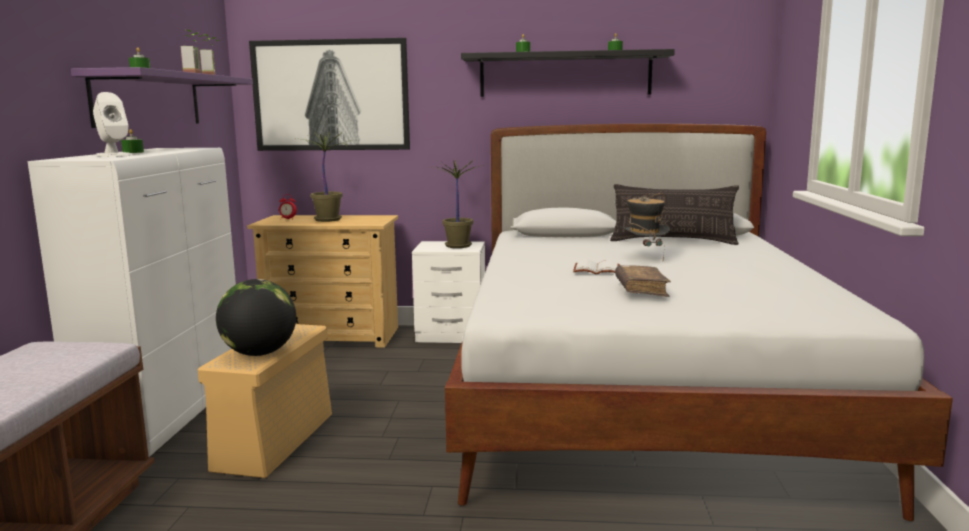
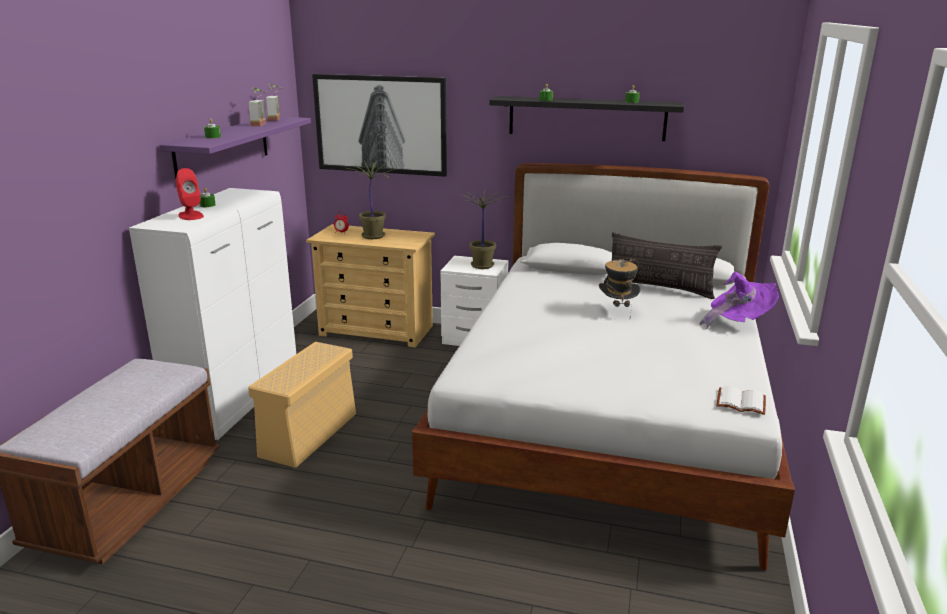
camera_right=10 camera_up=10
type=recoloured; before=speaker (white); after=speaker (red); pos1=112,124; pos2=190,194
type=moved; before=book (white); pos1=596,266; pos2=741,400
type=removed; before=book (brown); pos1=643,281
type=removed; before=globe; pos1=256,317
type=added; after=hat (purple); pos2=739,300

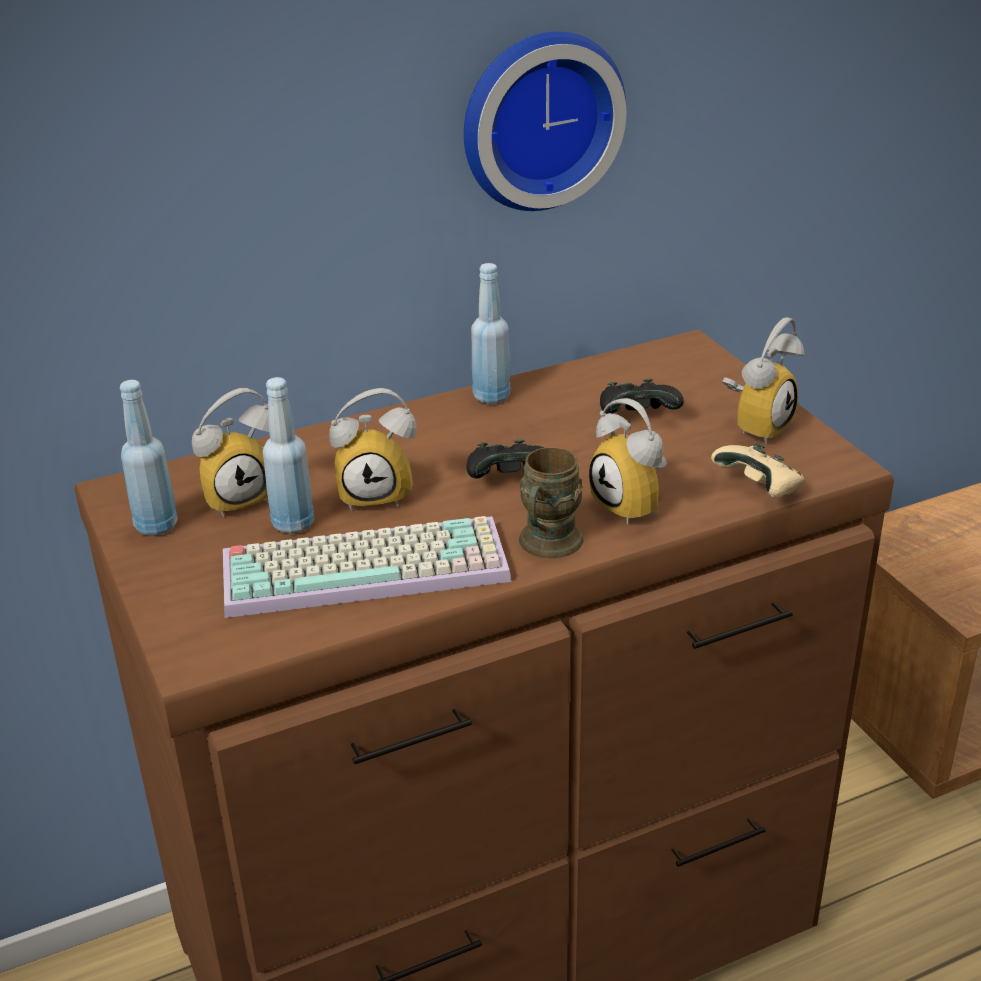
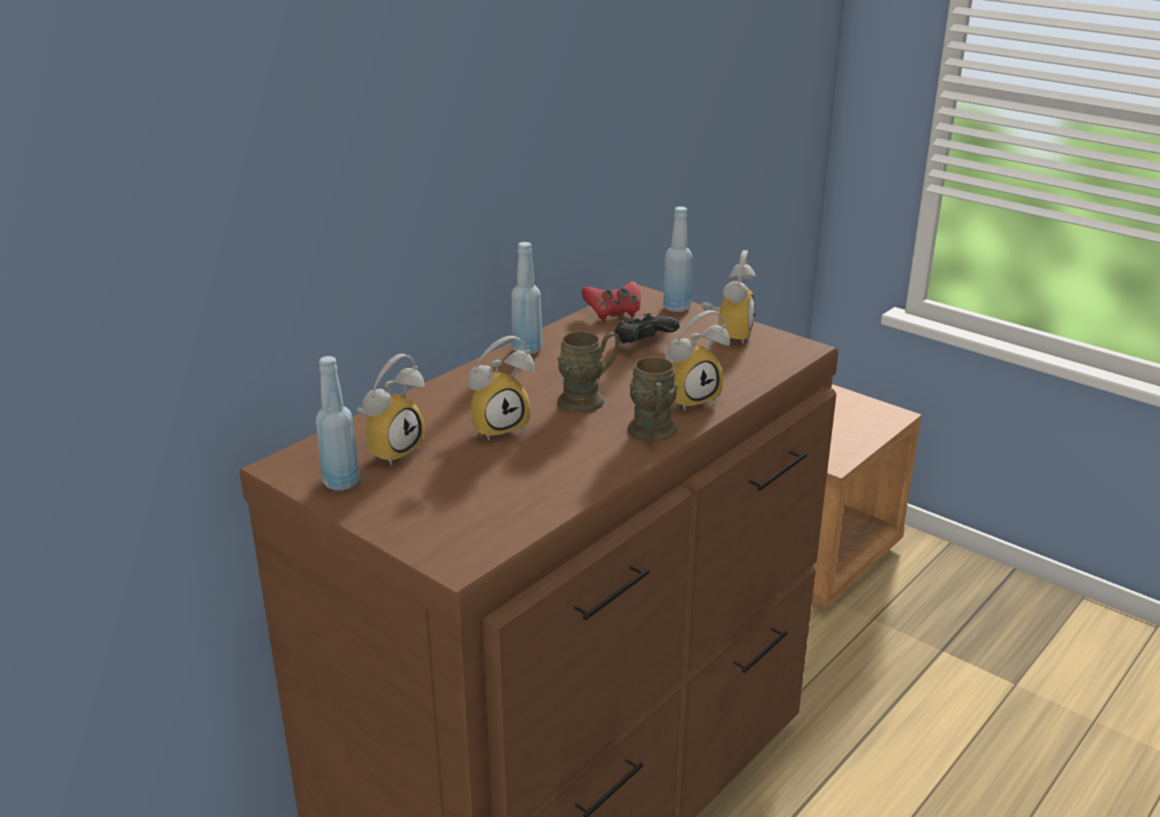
camera_right=-25 camera_up=-5
type=removed; before=wall clock; pos1=545,121
type=moved; before=bottle (blue); pos1=288,455; pos2=678,259
type=turned; before=alarm clock; pos1=628,461; pos2=698,360; turn=-60
type=replaced; before=game controller (black); after=mug (brown); pos1=505,459; pos2=588,372
type=removed; before=game controller (beige); pos1=757,470
type=removed; before=keyboard; pos1=367,567
type=added; after=game controller (red); pos2=611,301

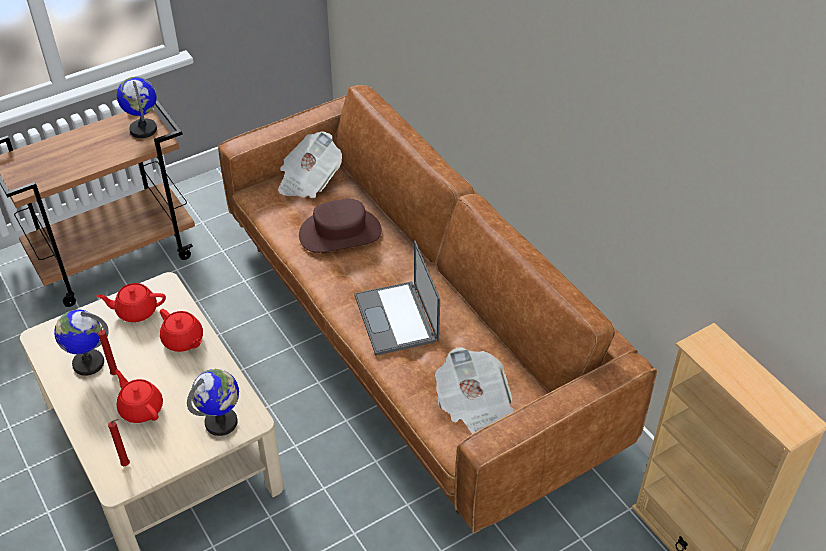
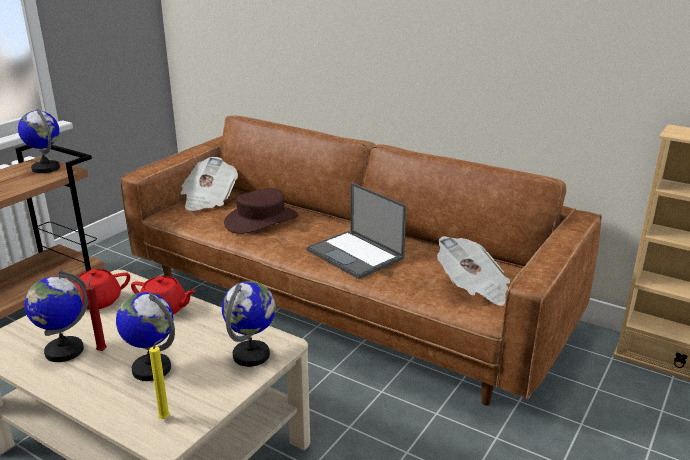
camera_right=-25 camera_up=-20
type=replaced; before=teapot (red); after=globe; pos1=139,396; pos2=145,336
type=recoloured; before=candle (red); after=candle (yellow); pos1=119,442; pos2=159,378

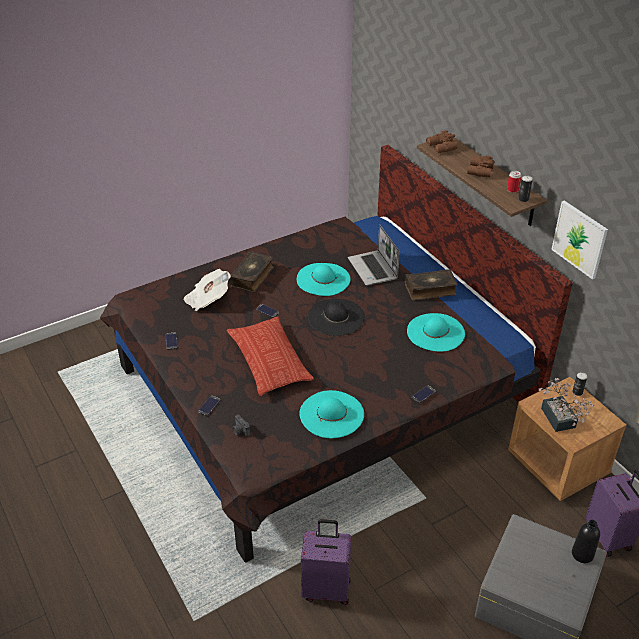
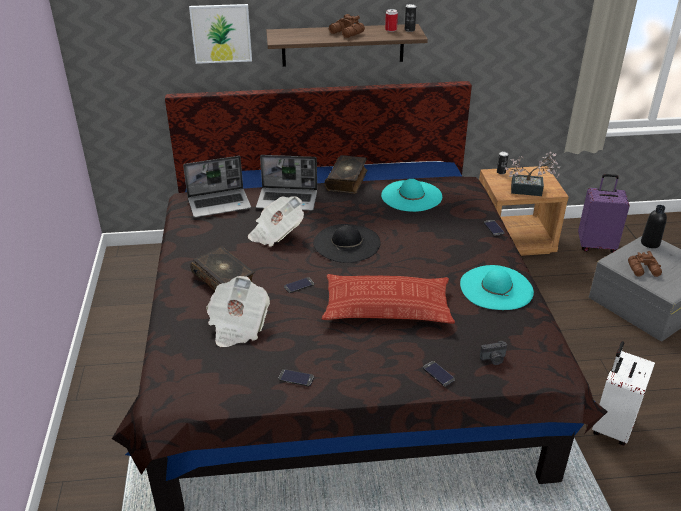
camera_right=-65 camera_up=-5
type=moved; before=binoculars (brown); pos1=442,141; pos2=645,264
type=moved; before=picture; pos1=579,239; pos2=220,34
type=replaced; before=hat (turquoise); after=newspaper; pos1=324,279; pos2=276,221
type=recoloured; before=suitcase (purple); after=suitcase (white); pos1=326,562; pos2=623,393
type=added; after=laptop; pos2=217,187

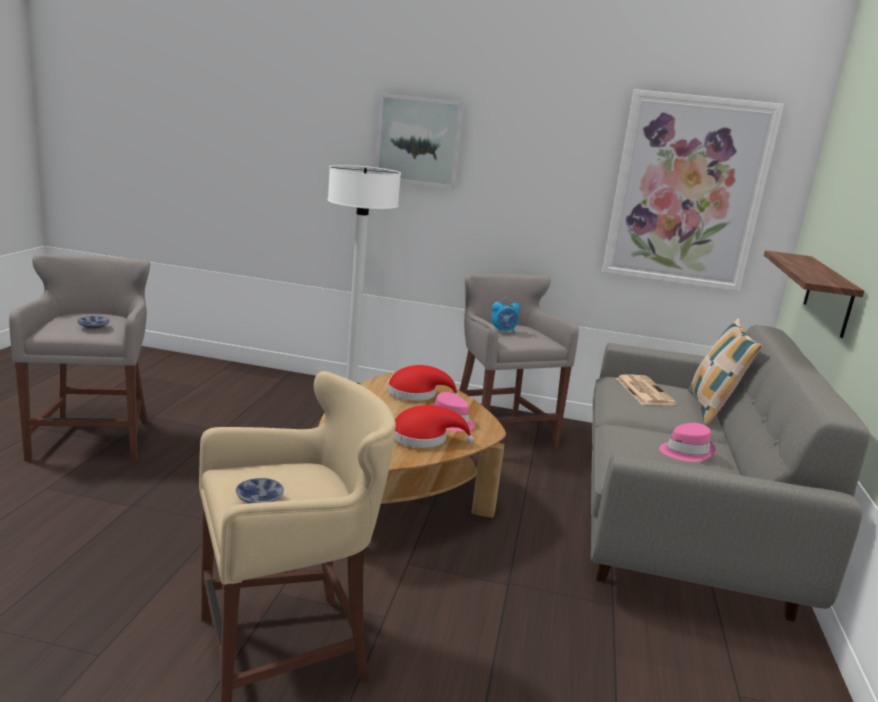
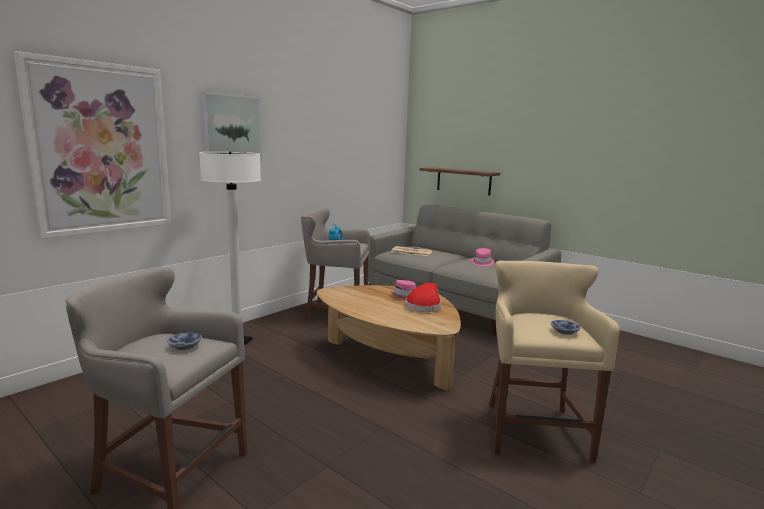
camera_right=-60 camera_up=-5
type=moved; before=picture; pos1=693,190; pos2=92,145
type=removed; before=pillow; pos1=725,371
type=removed; before=hat (red); pos1=423,383

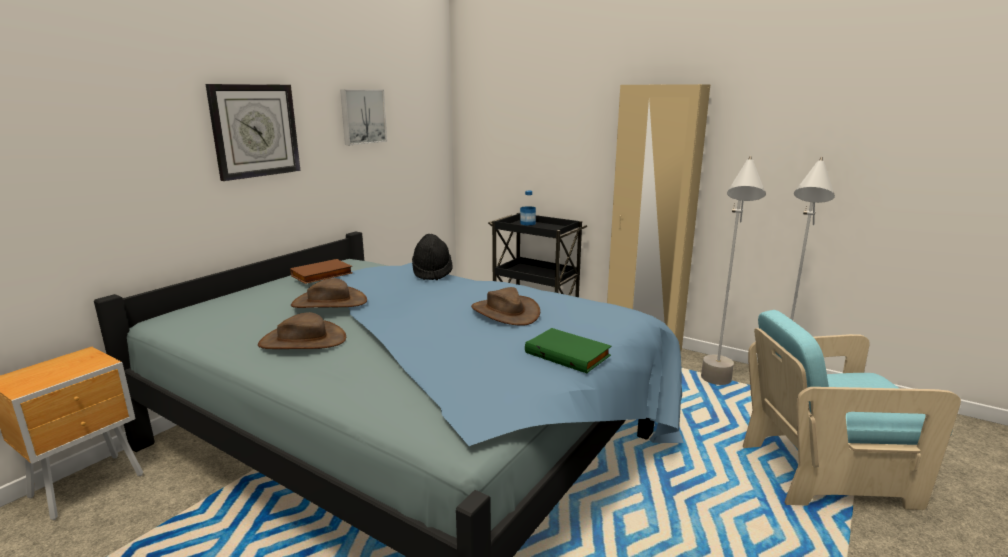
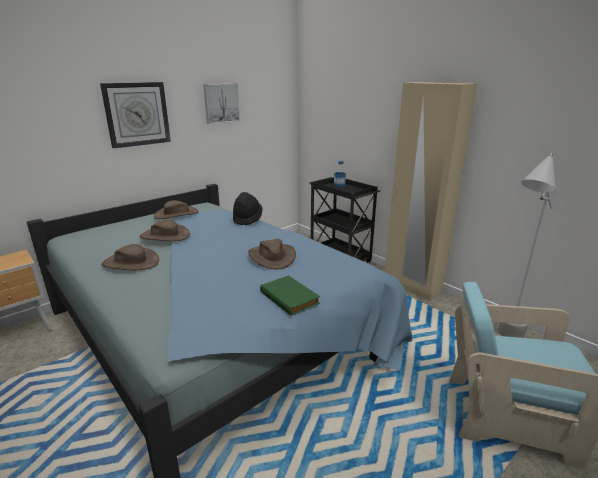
camera_right=15 camera_up=5
type=removed; before=floor lamp (grey); pos1=733,270
type=replaced; before=book (brown); after=hat (brown); pos1=321,271; pos2=176,209

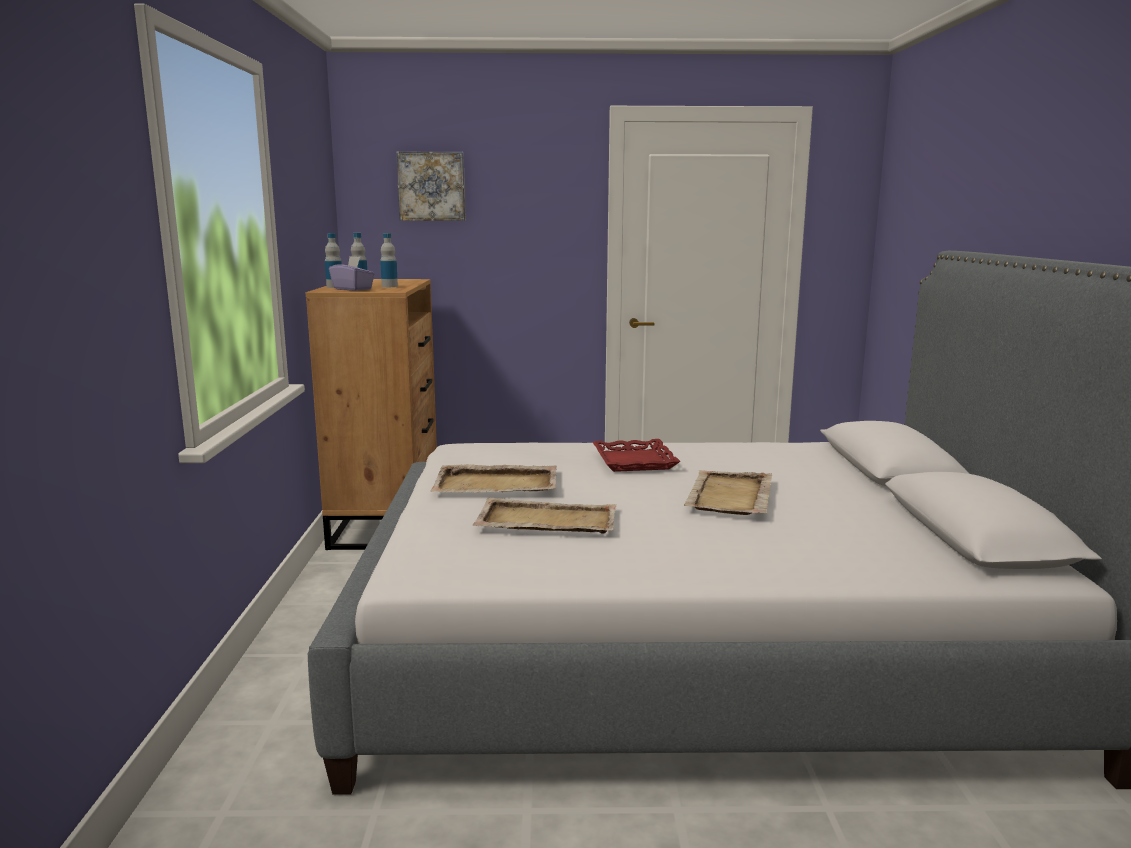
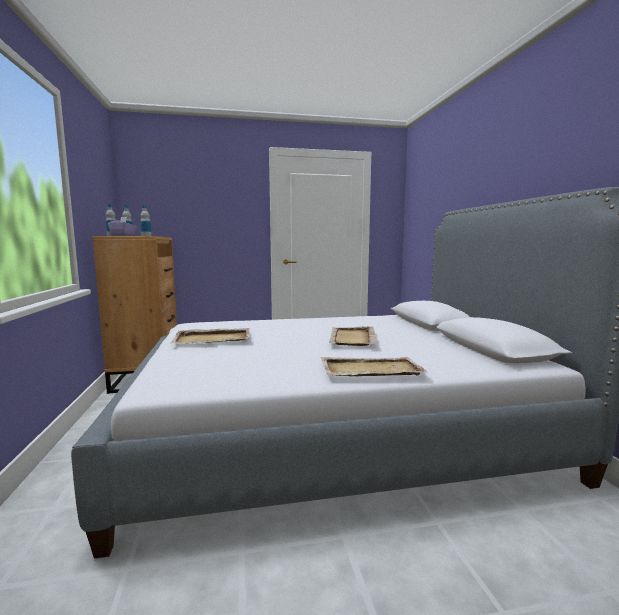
camera_right=-10 camera_up=-5
type=removed; before=picture; pos1=431,186
type=removed; before=tray (red); pos1=637,455
type=moved; before=tray (beige); pos1=544,516; pos2=374,366

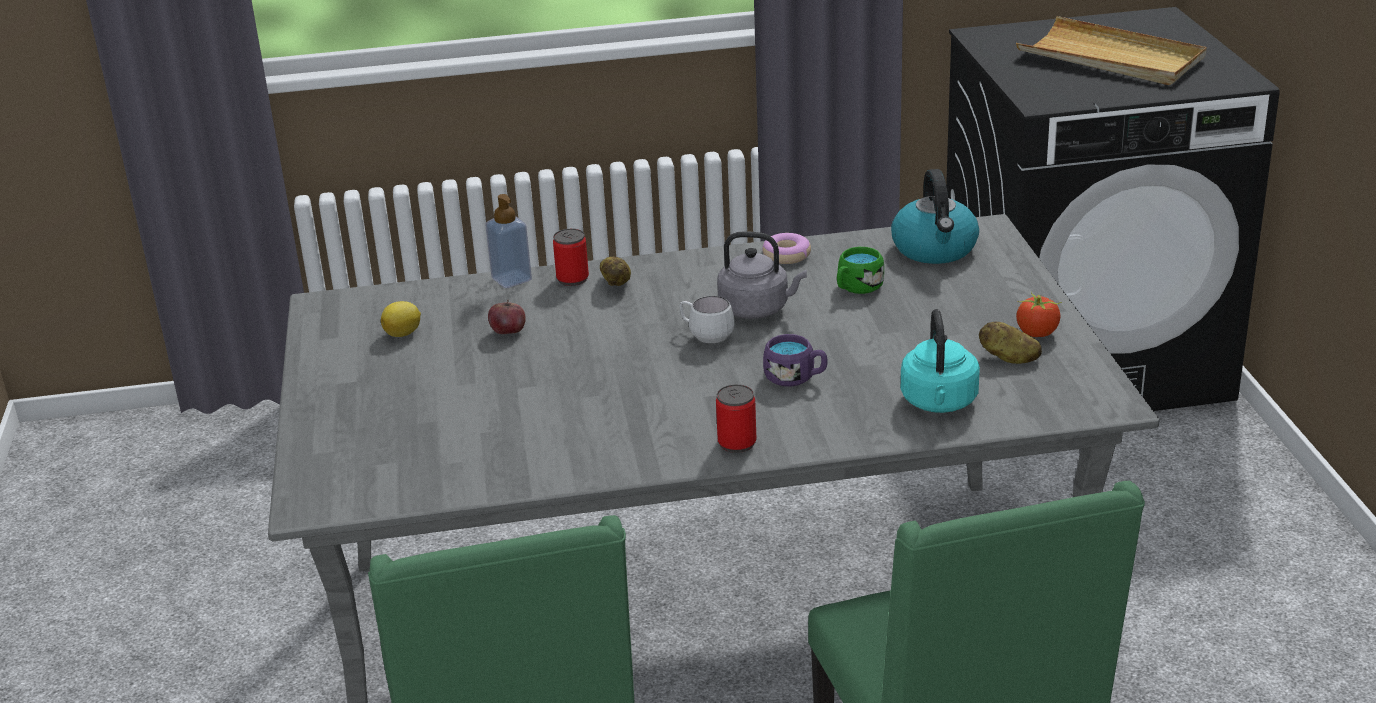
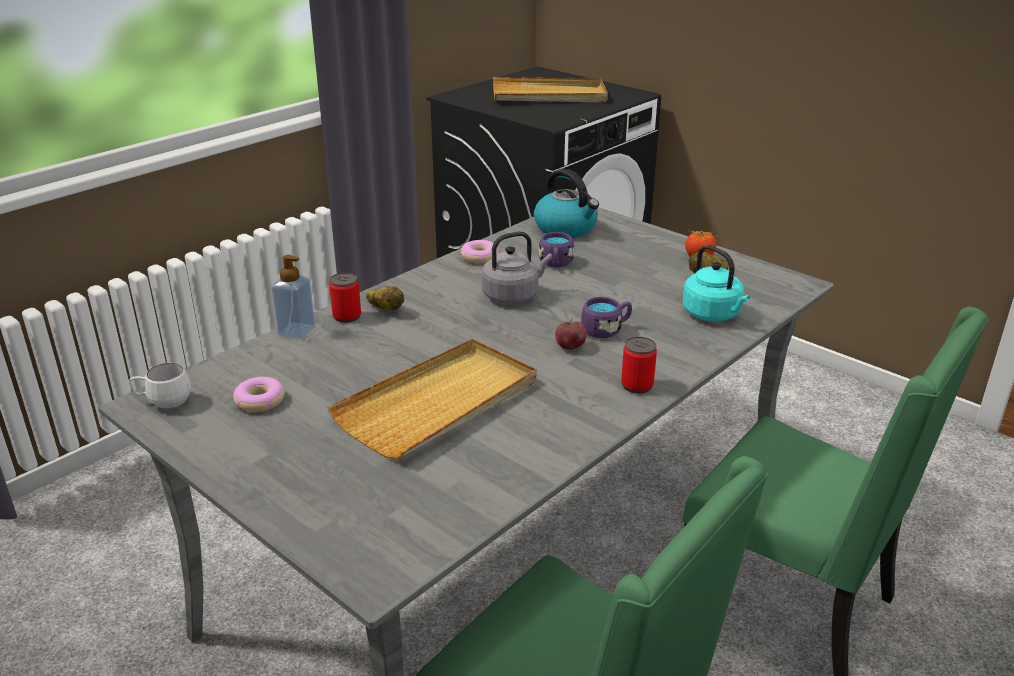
camera_right=-40 camera_up=0
type=recoloured; before=mug (green); after=mug (purple); pos1=860,270; pos2=556,249
type=moved; before=mug (white); pos1=707,319; pos2=160,385
type=moved; before=apple; pos1=507,317; pos2=571,334
type=replaced; before=lemon; after=donut; pos1=401,319; pos2=259,394
type=added; after=tray (beige); pos2=431,399

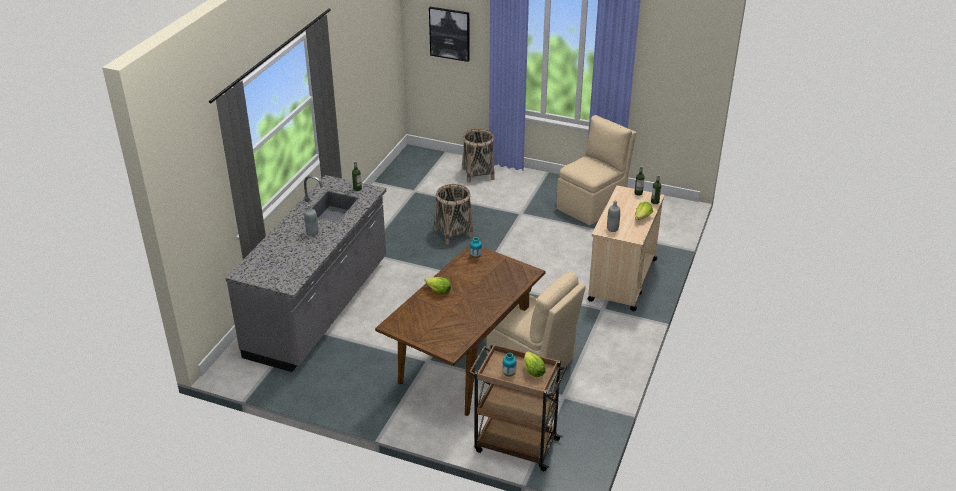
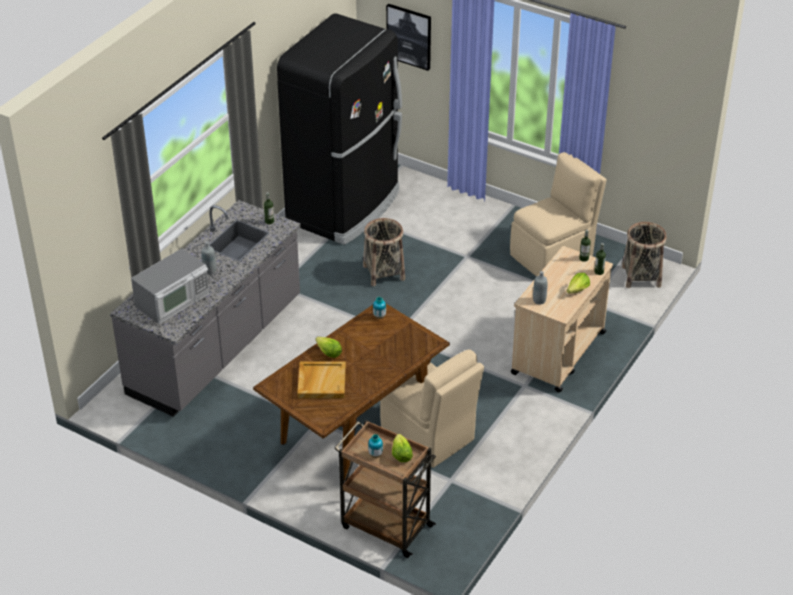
camera_right=10 camera_up=5
type=moved; before=basket; pos1=478,155; pos2=644,255
type=added; after=fridge (black); pos2=339,129
type=added; after=microwave; pos2=170,286
type=added; after=tray (beige); pos2=321,379

